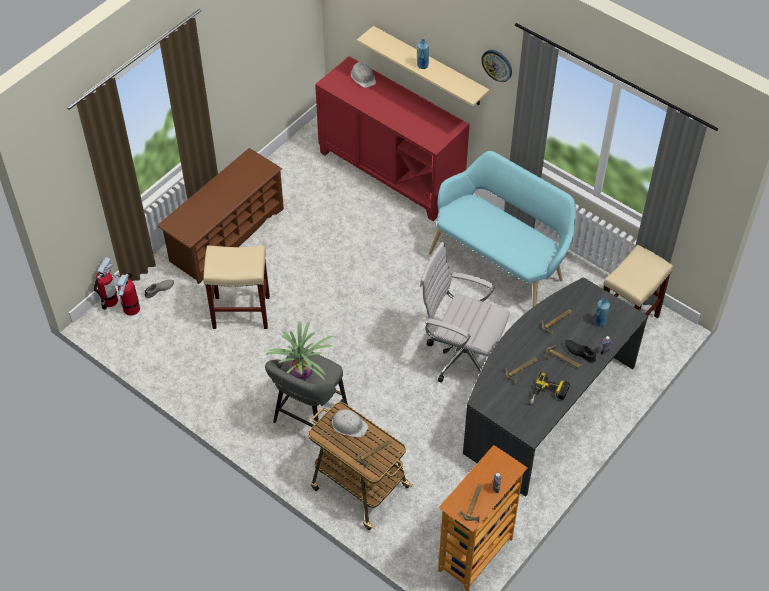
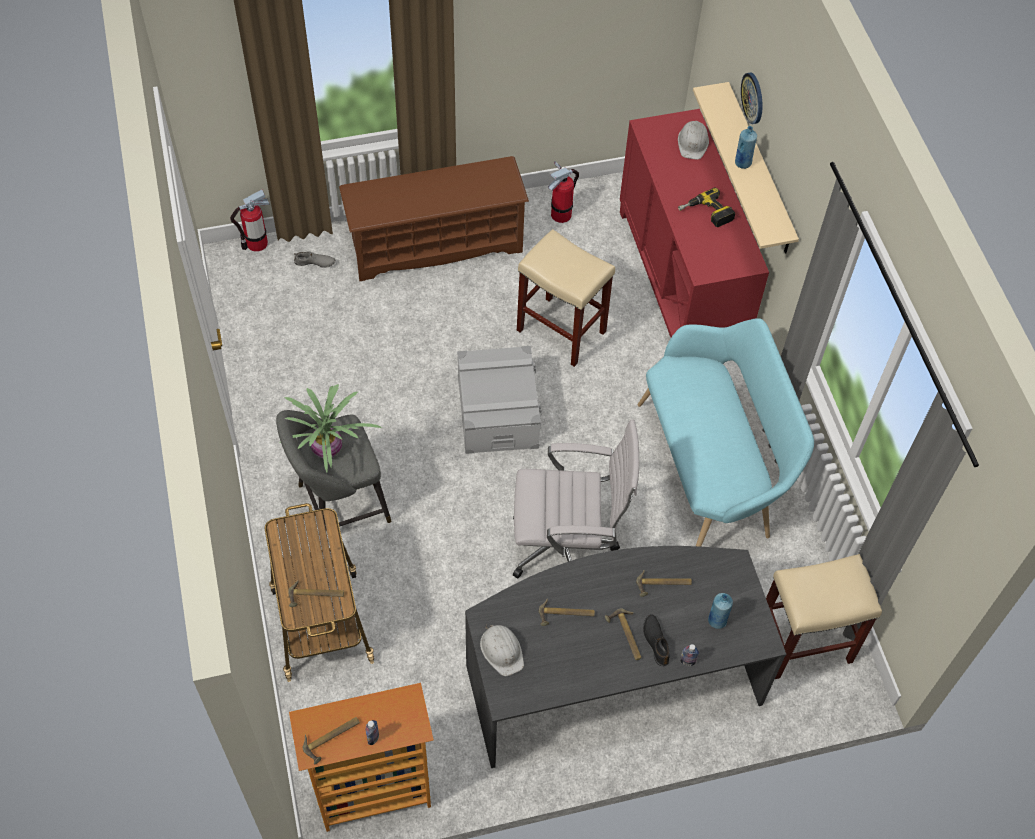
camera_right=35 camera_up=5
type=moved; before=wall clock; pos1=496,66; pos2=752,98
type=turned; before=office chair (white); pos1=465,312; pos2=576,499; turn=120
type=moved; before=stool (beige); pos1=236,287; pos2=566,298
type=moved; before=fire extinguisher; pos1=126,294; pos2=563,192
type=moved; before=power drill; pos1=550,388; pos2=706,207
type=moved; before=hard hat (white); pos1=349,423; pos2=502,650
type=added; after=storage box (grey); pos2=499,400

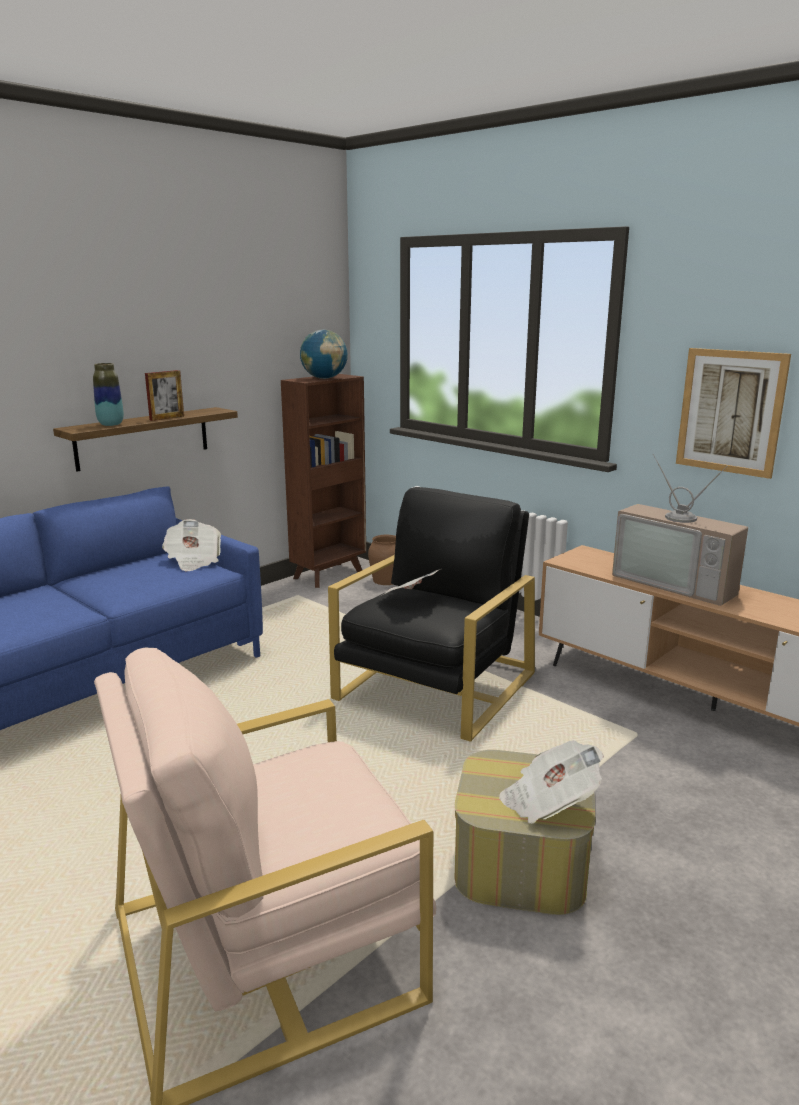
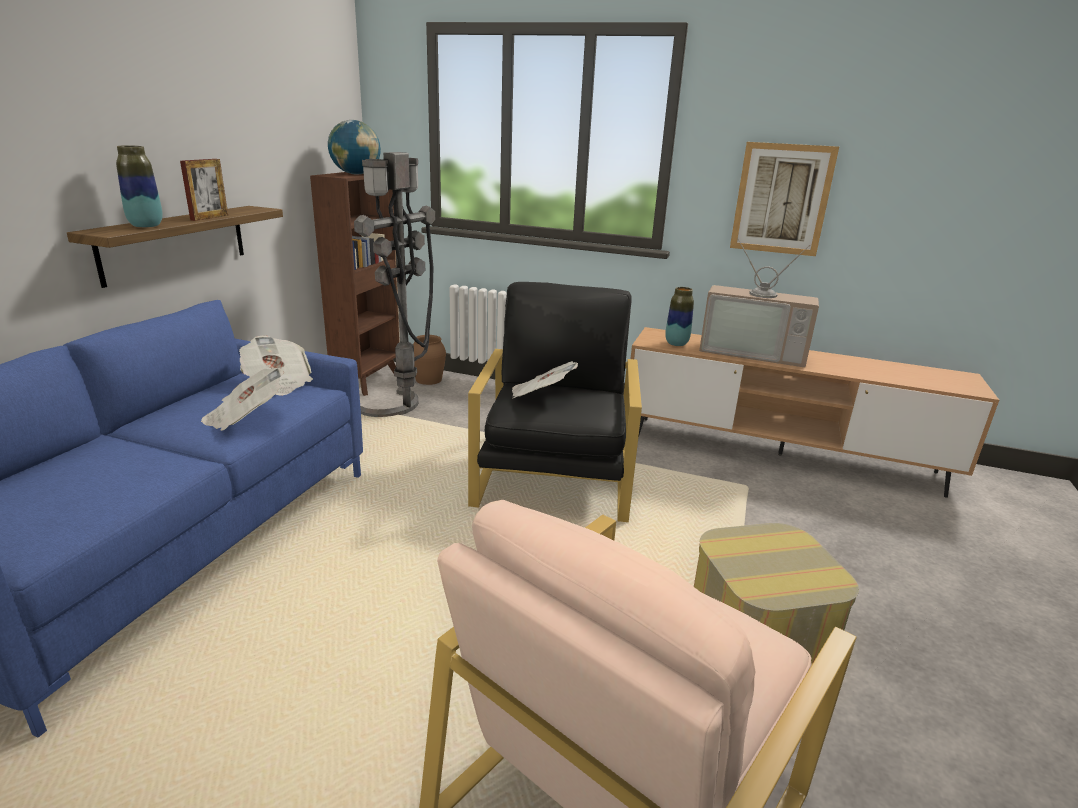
camera_right=-25 camera_up=5
type=moved; before=newspaper; pos1=551,782; pos2=242,399
type=added; after=floor lamp (grey); pos2=394,284
type=added; after=vase; pos2=679,316

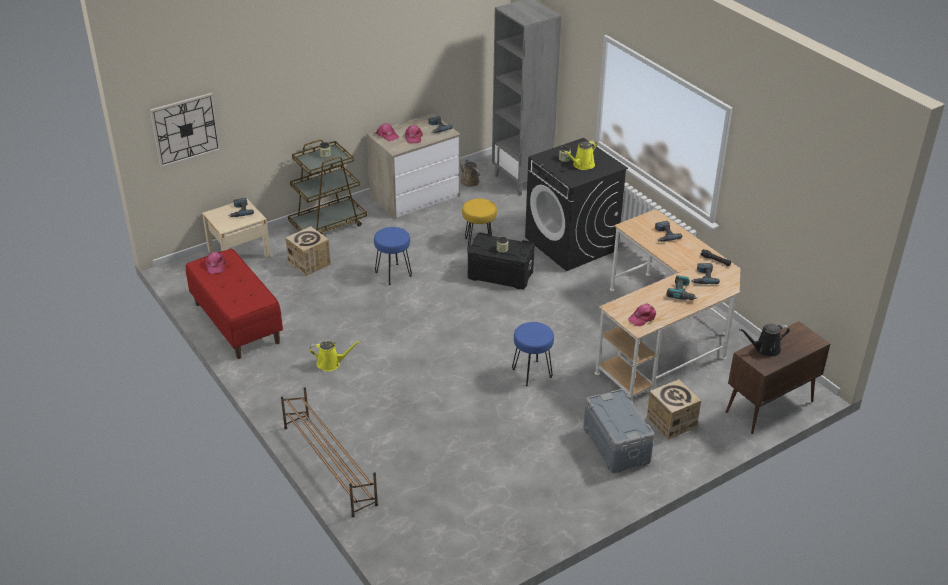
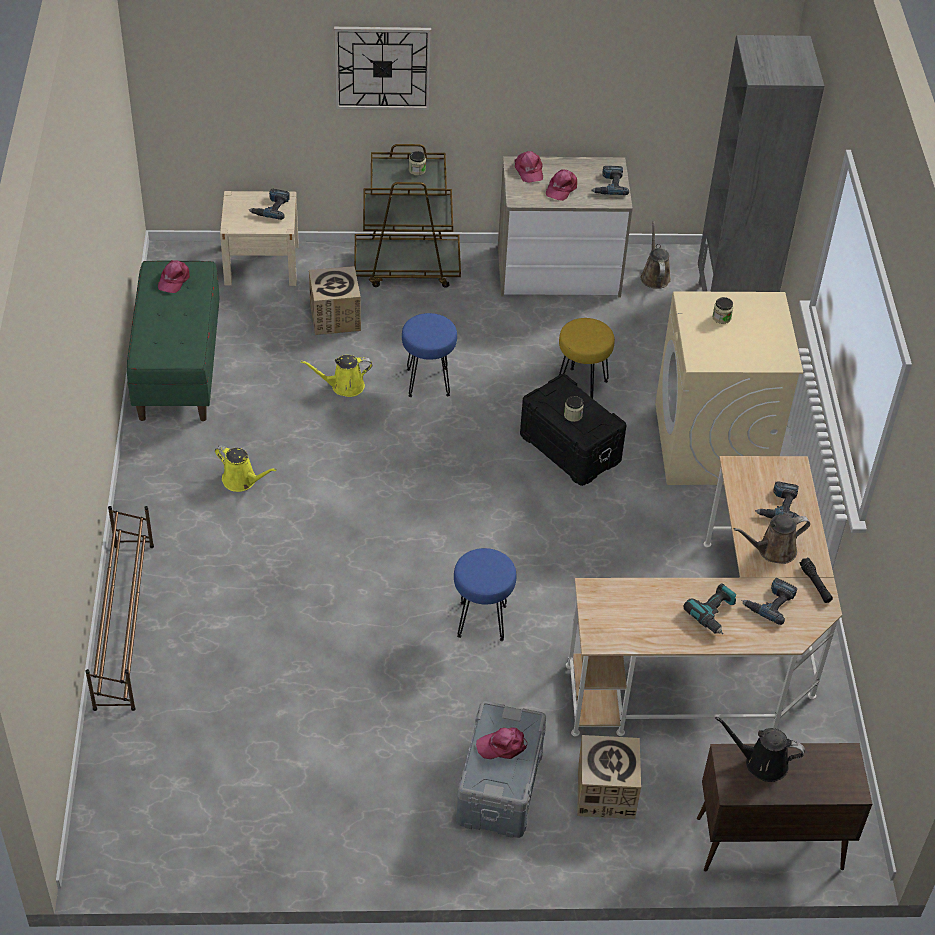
camera_right=30 camera_up=10
type=moved; before=wall clock; pos1=185,130; pos2=382,68
type=recoloured; before=washing machine (black); after=washing machine (beige); pos1=576,204; pos2=729,388
type=moved; before=watering can (yellow); pos1=580,155; pos2=336,376
type=recoloured; before=bench (red); after=bench (green); pos1=234,304; pos2=173,341
type=moved; before=cap (pink); pos1=642,314; pos2=501,743
type=added; after=watering can (brown); pos2=772,539

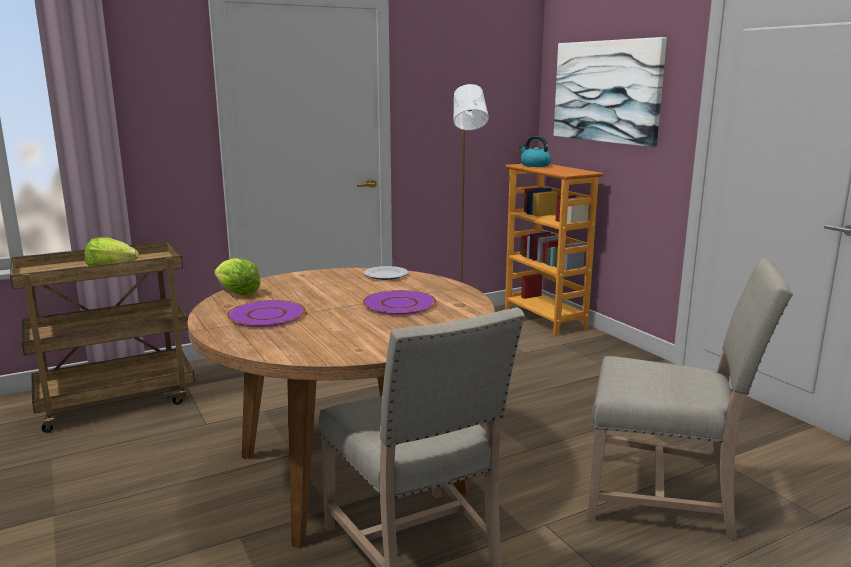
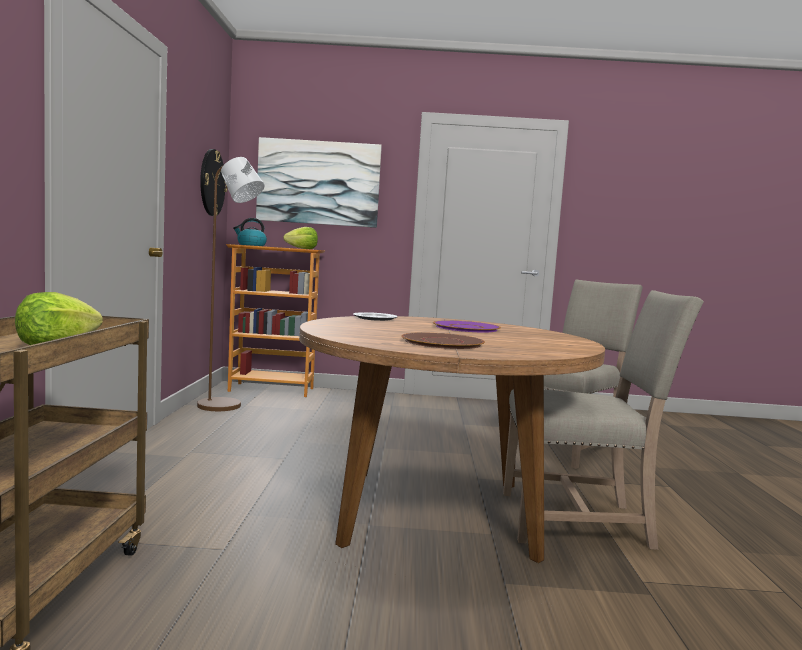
camera_right=-60 camera_up=-10
type=moved; before=lettuce; pos1=238,277; pos2=300,238
type=recoloured; before=plate (purple); after=plate (brown); pos1=266,314; pos2=443,340
type=added; after=wall clock; pos2=213,182

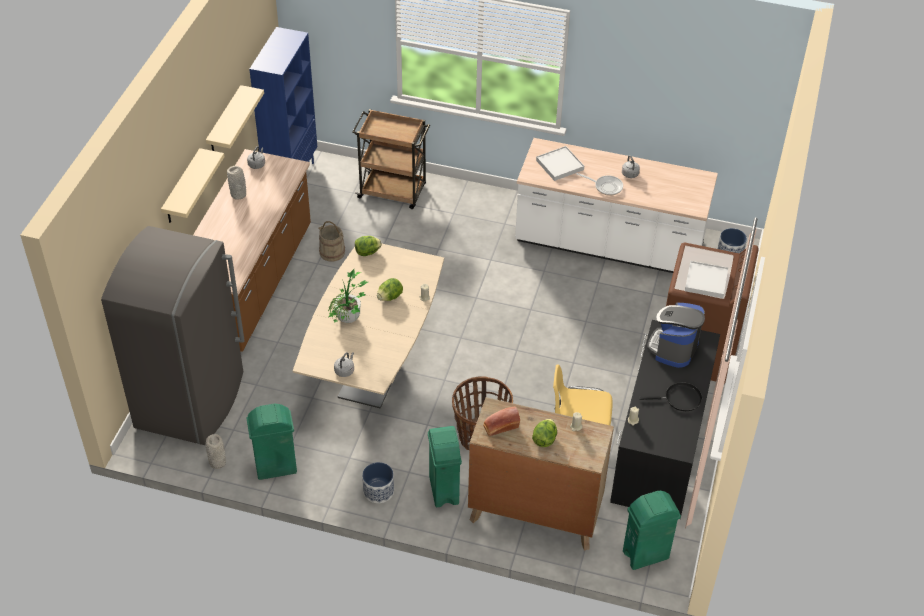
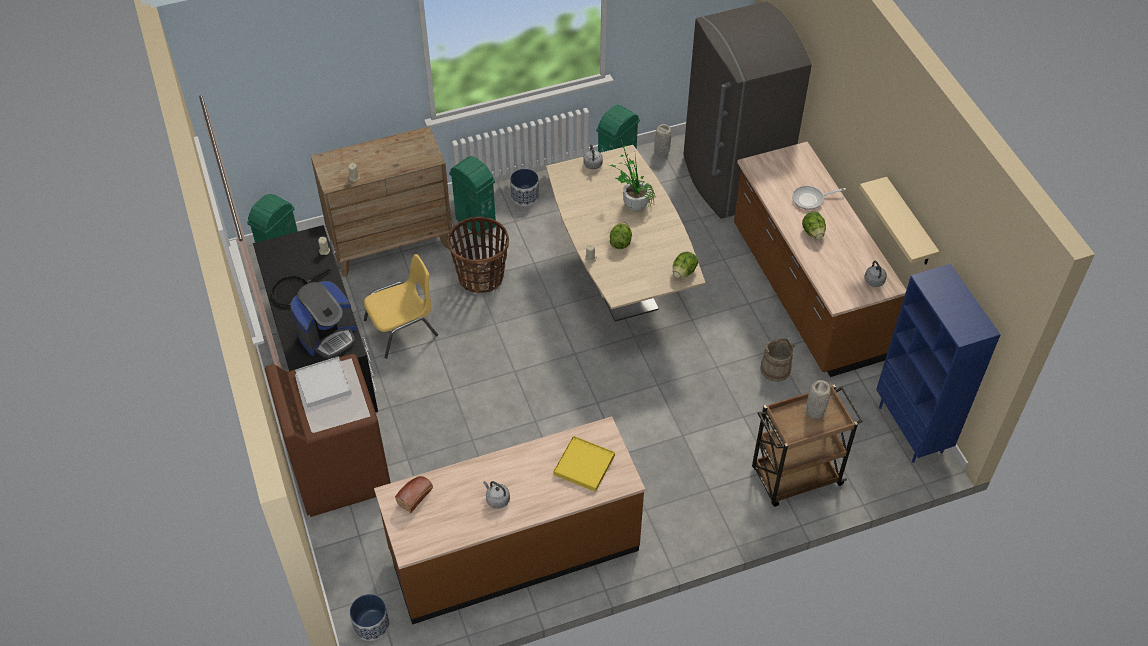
camera_right=145 camera_up=5
type=recoloured; before=counter (white); after=counter (brown); pos1=616,205; pos2=509,521
type=recoloured; before=tray (white); after=tray (yellow); pos1=560,163; pos2=584,464
type=removed; before=shelf (beige); pos1=192,185
type=moved; before=vase (grey); pos1=236,183; pos2=818,399
type=moved; before=frying pan; pos1=599,184; pos2=819,198
type=turned; before=coffee machine; pos1=676,335; pos2=323,319; turn=60
type=moved; before=bread; pos1=501,421; pos2=414,494
type=moved; before=lettuce; pos1=544,433; pos2=814,225

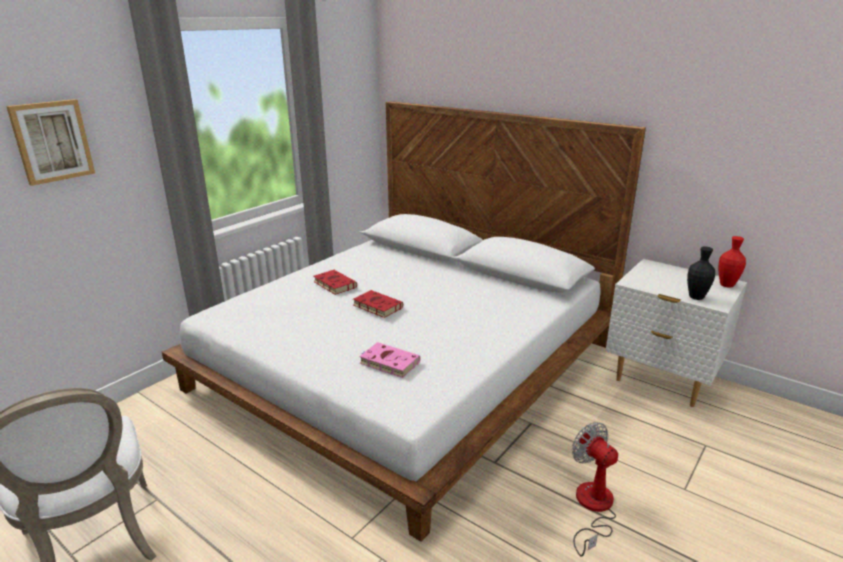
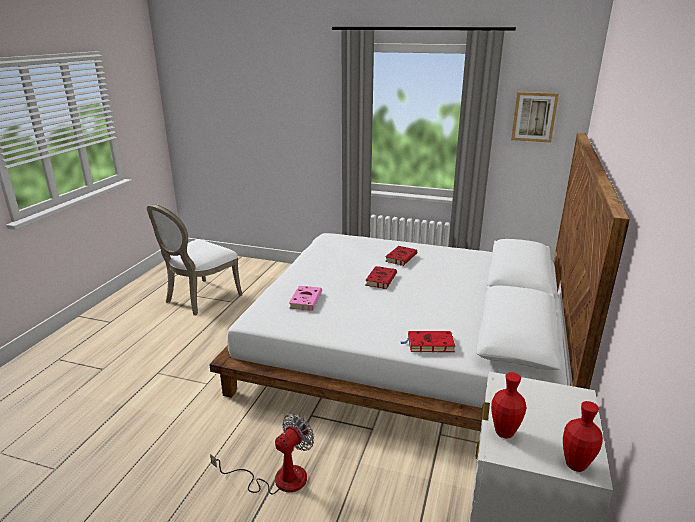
camera_right=70 camera_up=0
type=moved; before=picture; pos1=50,142; pos2=535,117
type=recoloured; before=vase (black); after=vase (red); pos1=701,273; pos2=509,405
type=added; after=book (red); pos2=428,341

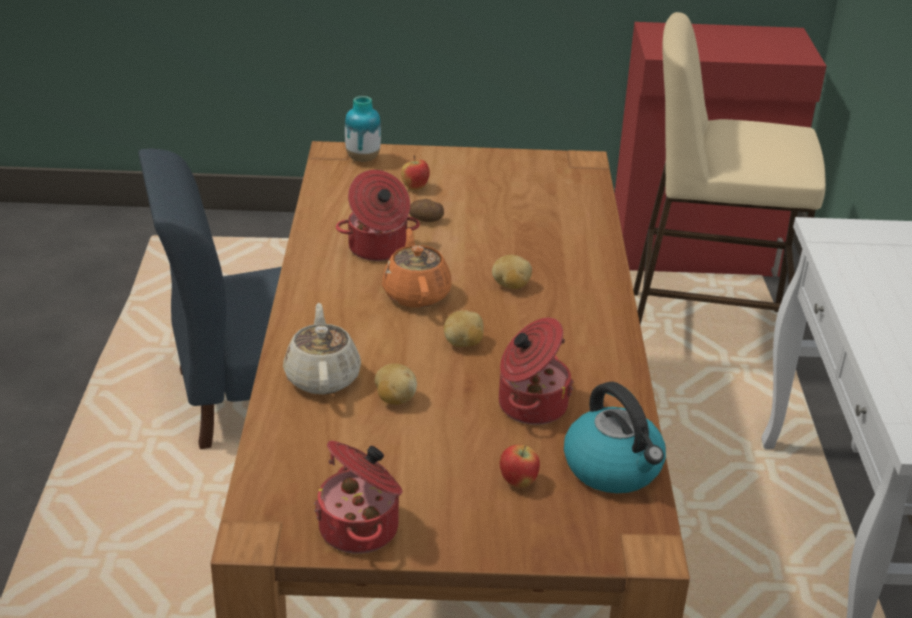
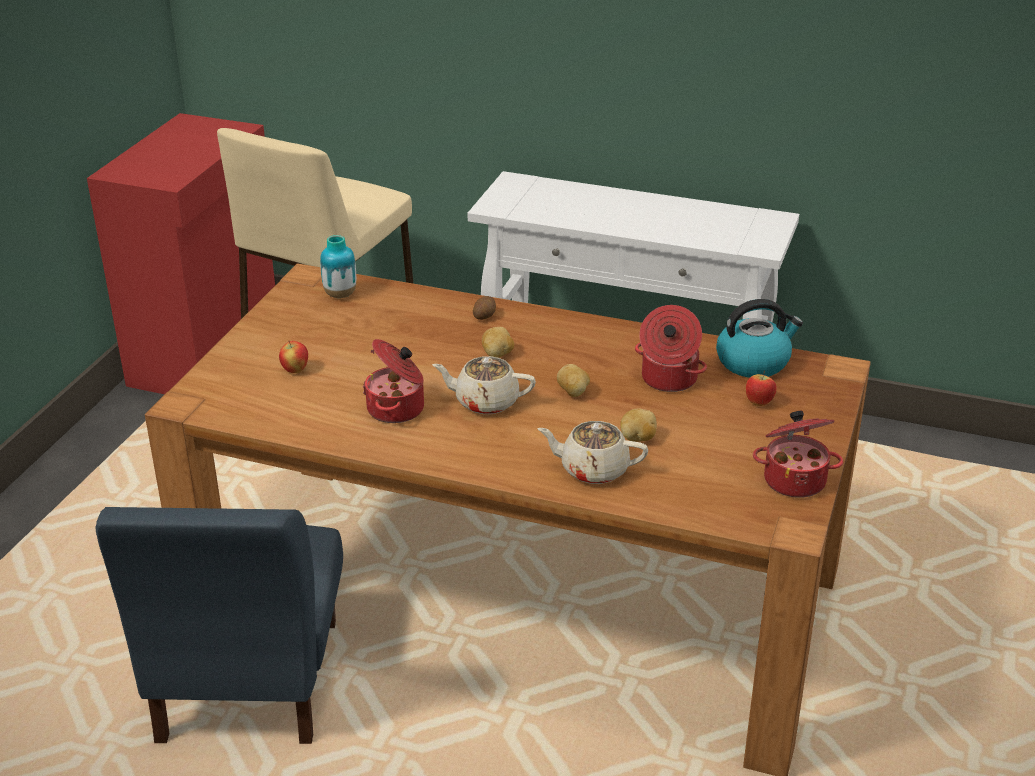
camera_right=-70 camera_up=0
type=moved; before=vase; pos1=363,129; pos2=338,266
type=moved; before=potato; pos1=426,210; pos2=484,308
type=recoloured; before=teapot (orange); after=teapot (beige); pos1=417,268; pos2=484,385

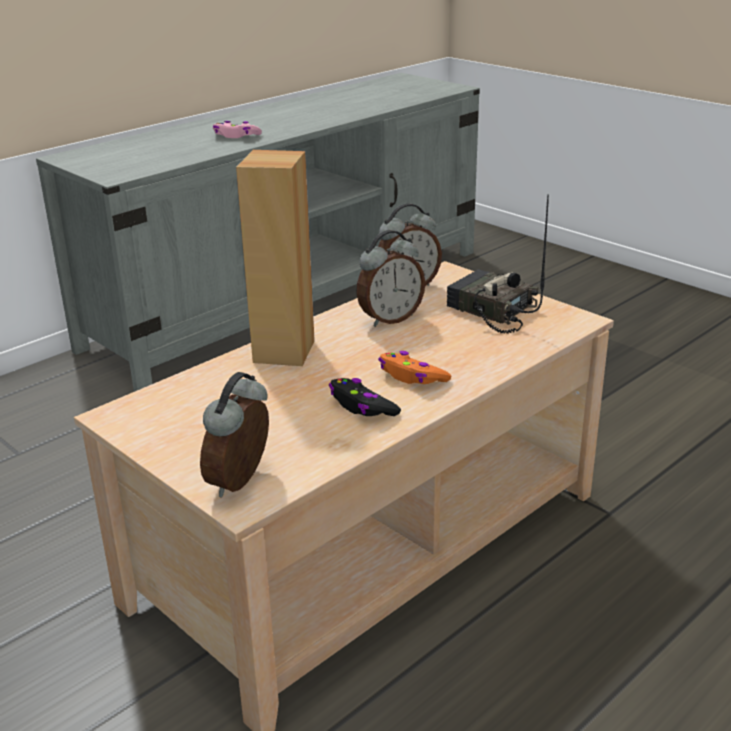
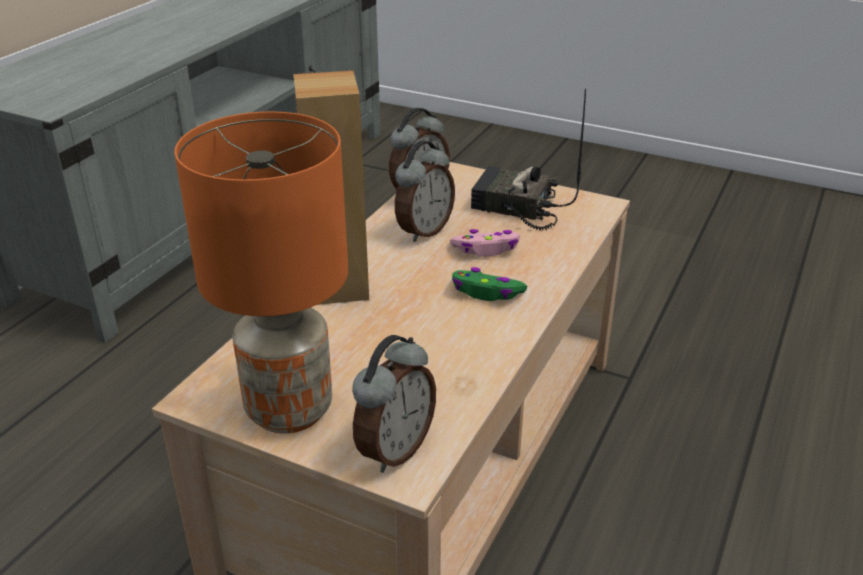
camera_right=-20 camera_up=5
type=moved; before=game controller (pink); pos1=237,129; pos2=485,243
type=recoloured; before=game controller (orange); after=game controller (green); pos1=414,367; pos2=489,284
type=turned; before=alarm clock; pos1=234,435; pos2=394,404; turn=-150
type=removed; before=game controller (black); pos1=365,397
type=added; after=table lamp (orange); pos2=261,272

